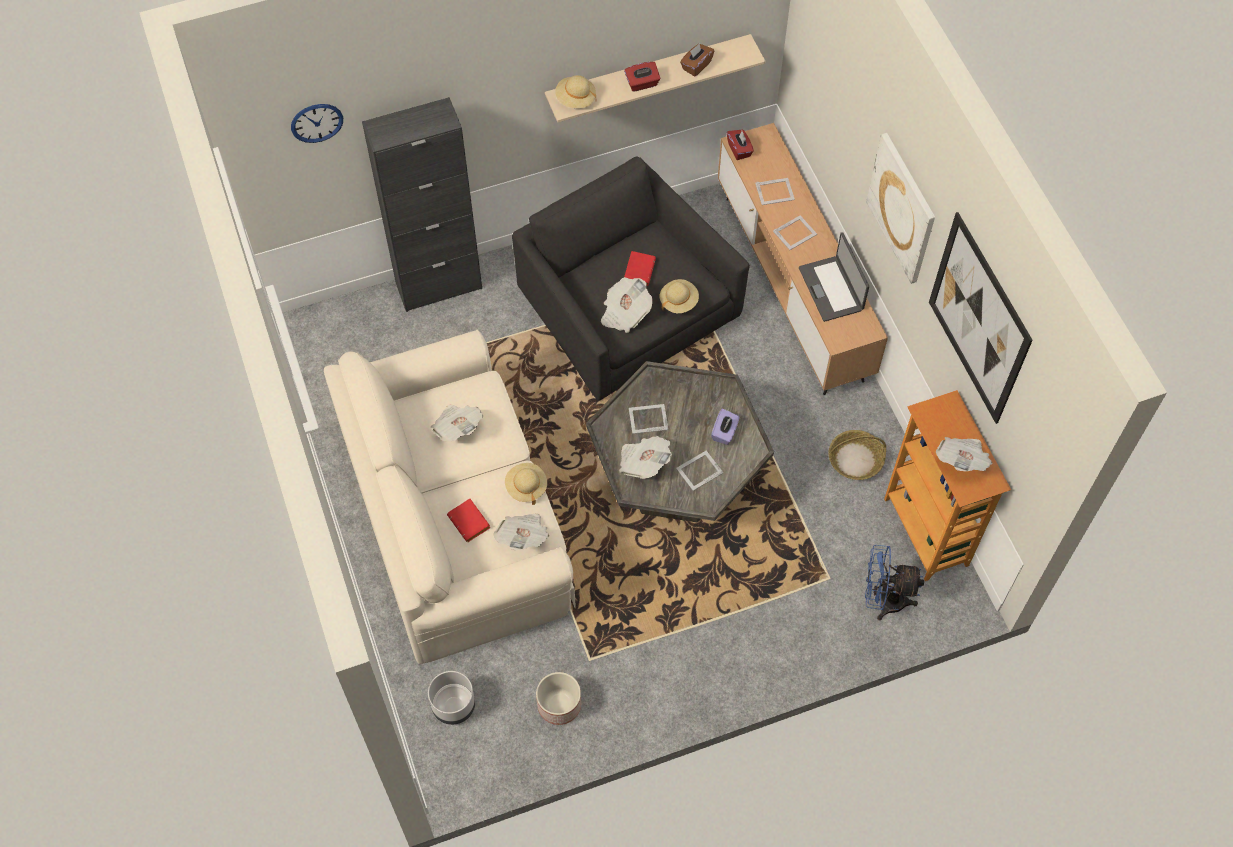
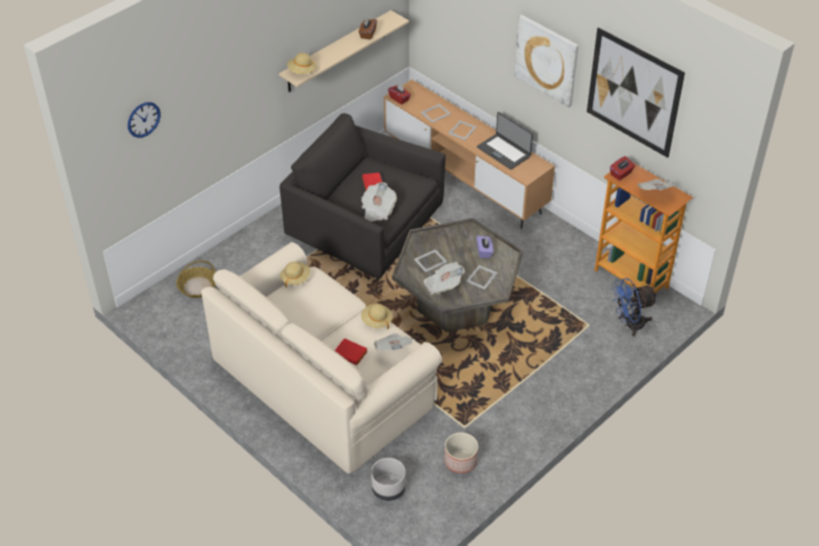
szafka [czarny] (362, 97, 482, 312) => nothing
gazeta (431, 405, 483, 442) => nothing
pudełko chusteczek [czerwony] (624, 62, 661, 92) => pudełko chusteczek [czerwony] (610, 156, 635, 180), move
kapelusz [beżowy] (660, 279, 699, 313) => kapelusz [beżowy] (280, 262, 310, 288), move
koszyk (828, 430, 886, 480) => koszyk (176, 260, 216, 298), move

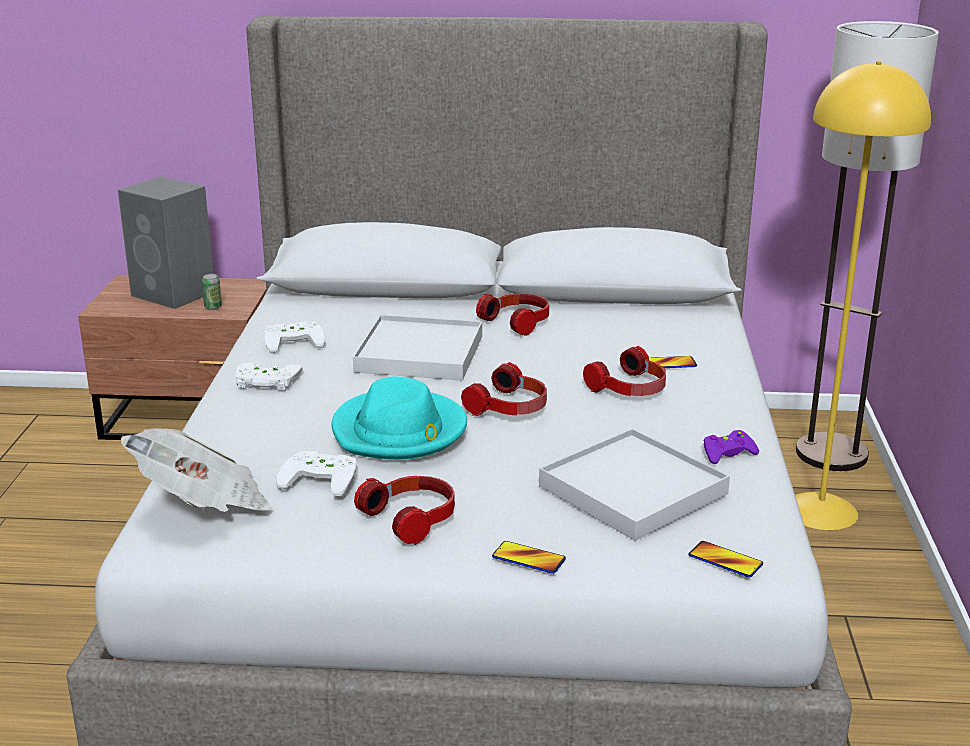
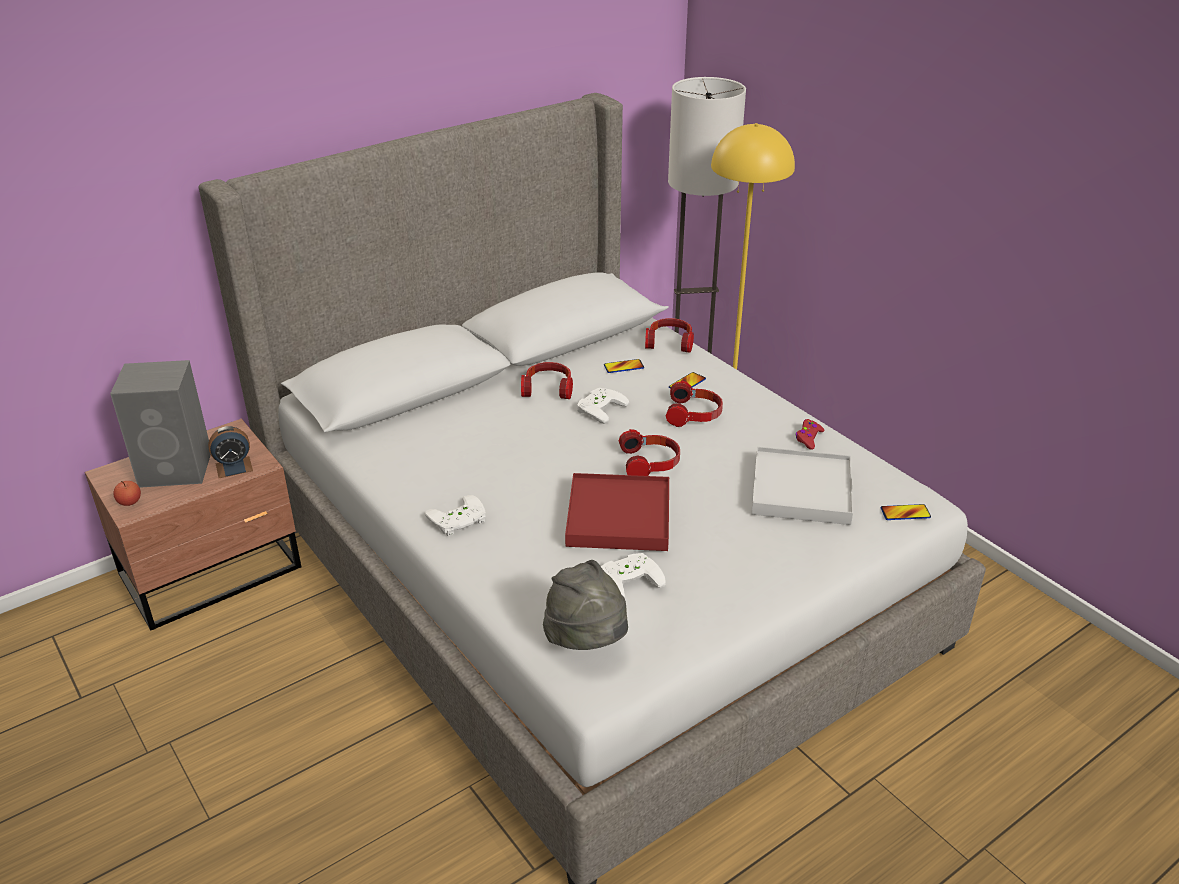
gazeta (121, 428, 272, 512) => kapelusz [szary] (543, 560, 628, 650)
puszka (202, 274, 222, 310) => budzik (208, 426, 253, 478)
pad do gier [biały] (264, 322, 325, 353) => pad do gier [biały] (577, 388, 629, 424), move
kapelusz [turkusowy] (331, 377, 467, 460) => taca [czerwony] (565, 473, 669, 551)
taca [biały] (353, 315, 482, 381) => nothing
słuchawki (354, 476, 455, 545) => słuchawki (645, 318, 694, 353), move
telefon (492, 541, 566, 574) => telefon (604, 359, 644, 373), move
pad do gier [fioletowy] (703, 430, 759, 464) => pad do gier [czerwony] (795, 419, 824, 450)
nothing => jabłko (113, 481, 141, 506)

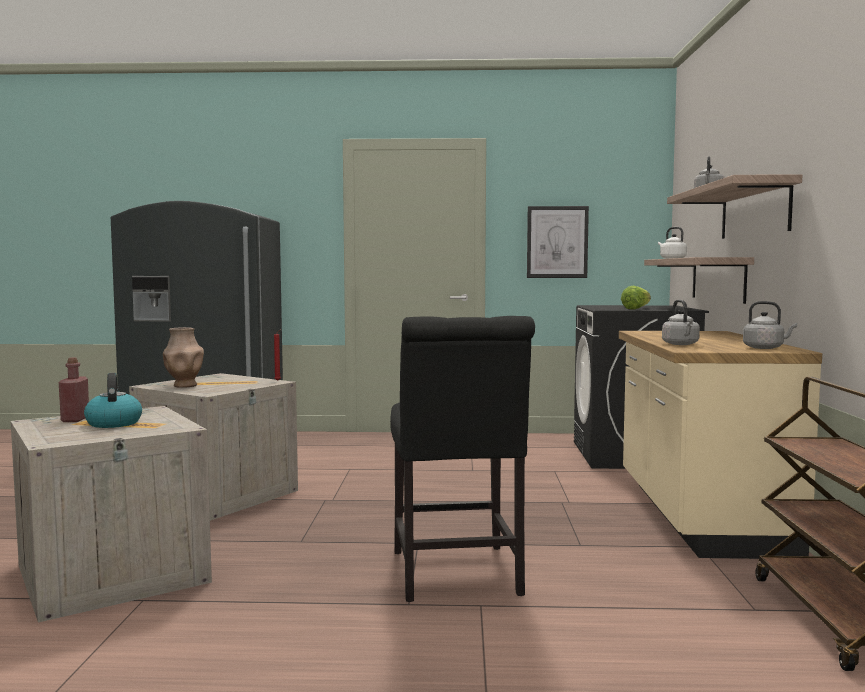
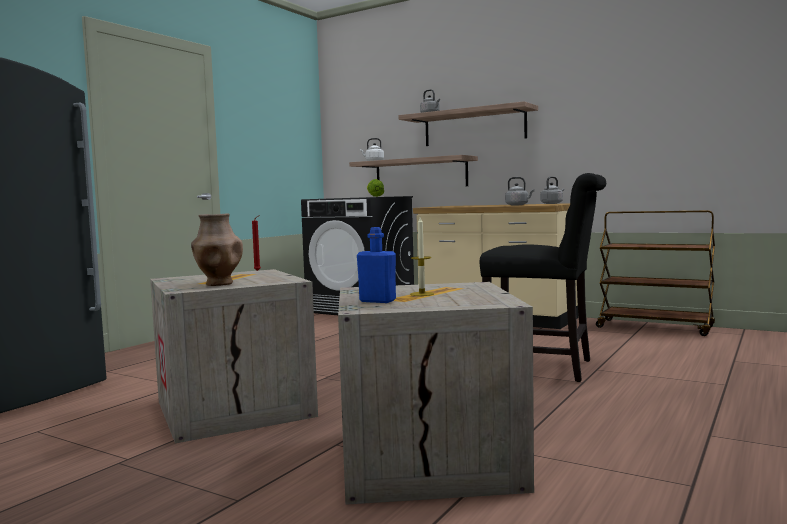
butelka [czerwony] (59, 358, 89, 422) => butelka [niebieski] (357, 227, 396, 303)
czajnik (84, 373, 142, 428) => świeca (410, 217, 434, 296)
obraz (527, 206, 589, 278) => nothing

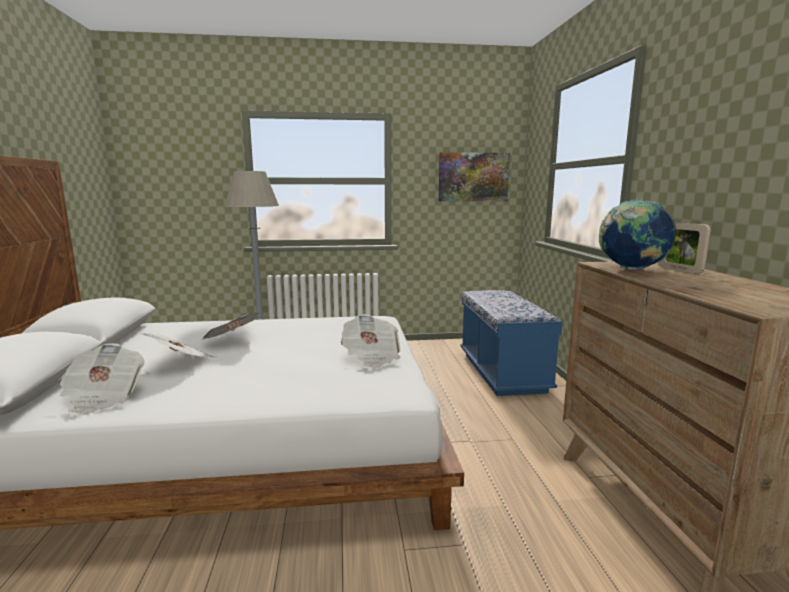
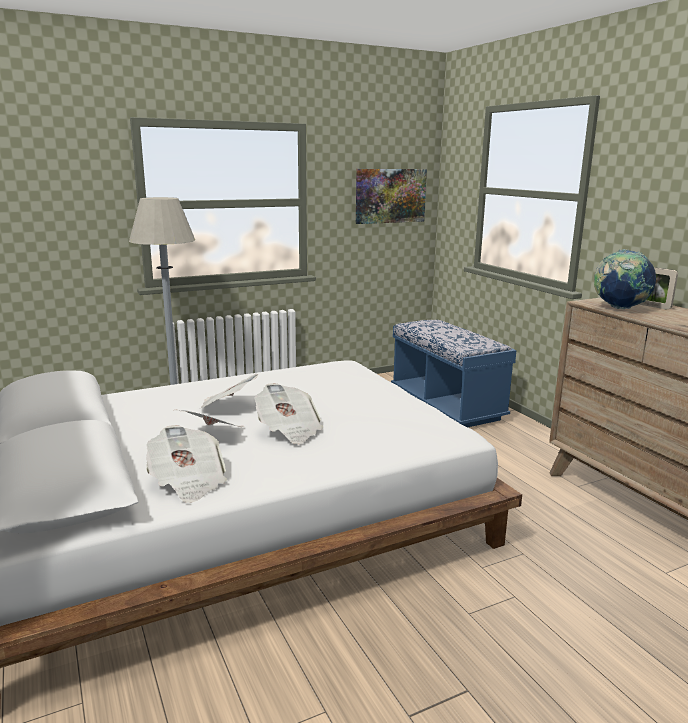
gazeta (340, 314, 400, 369) => gazeta (254, 383, 323, 444), move

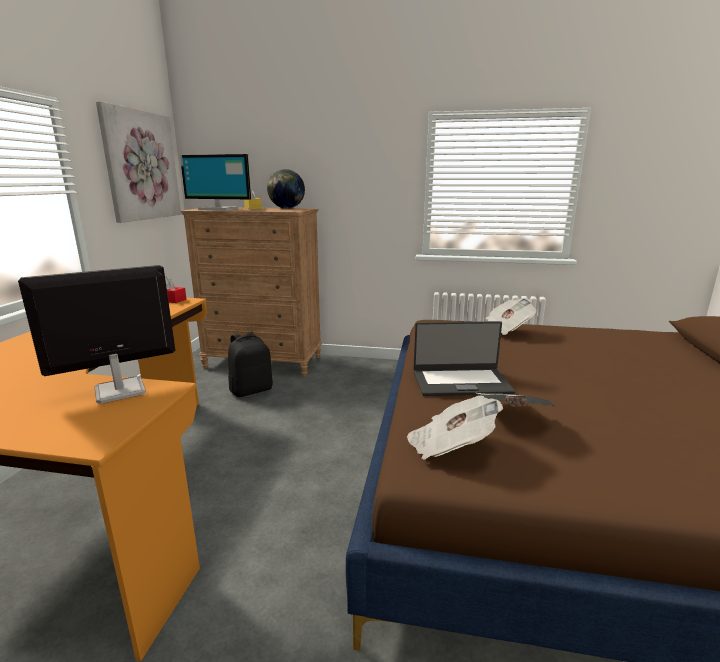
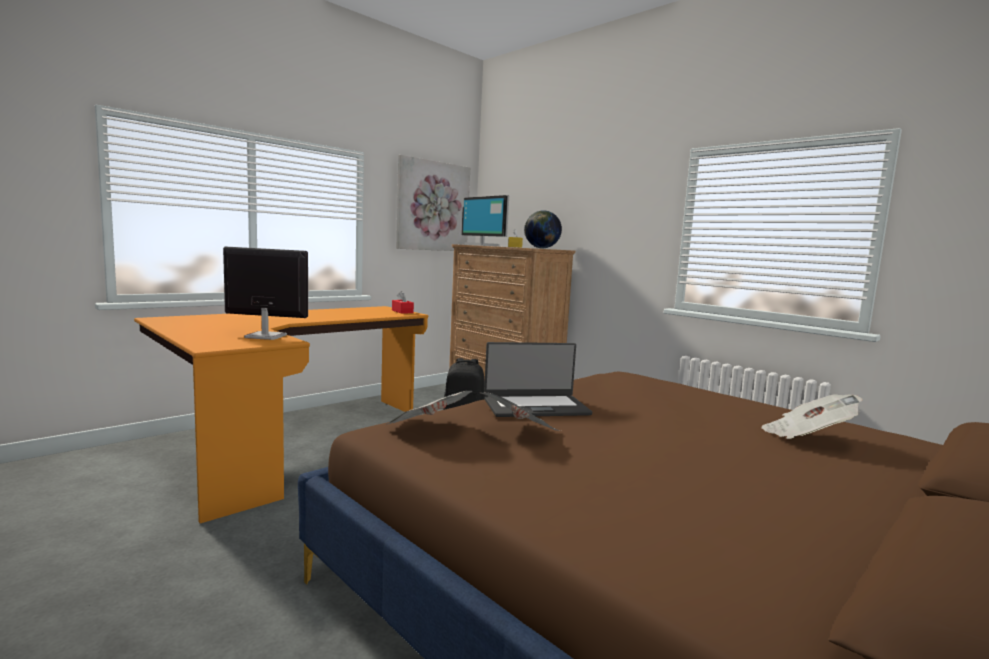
laptop (413, 321, 515, 396) => laptop (484, 342, 592, 417), 45 degrees counterclockwise
gazeta (485, 298, 536, 335) => gazeta (761, 394, 863, 439), move

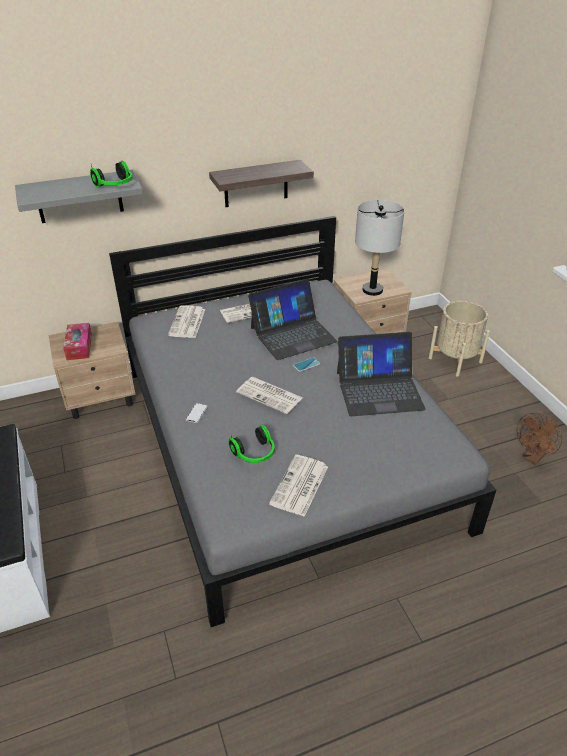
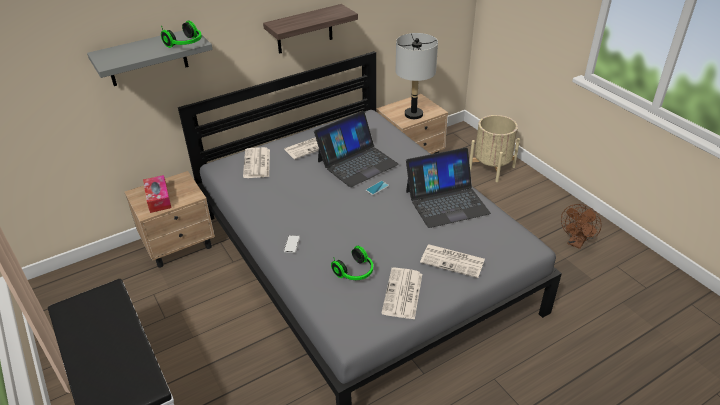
gazeta (236, 377, 303, 414) => gazeta (420, 244, 485, 278), move

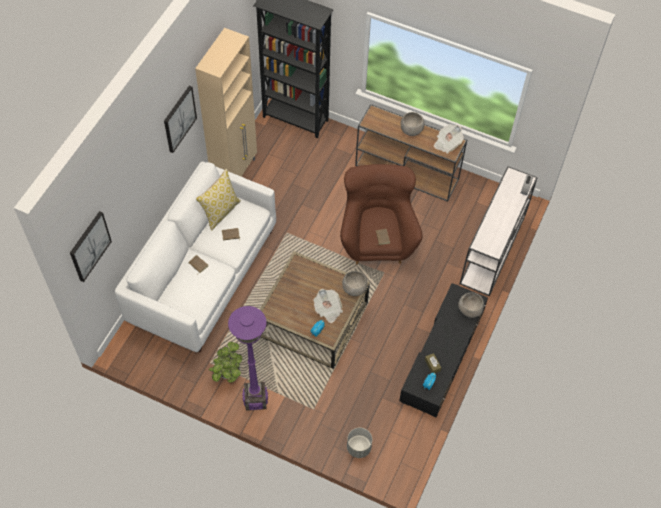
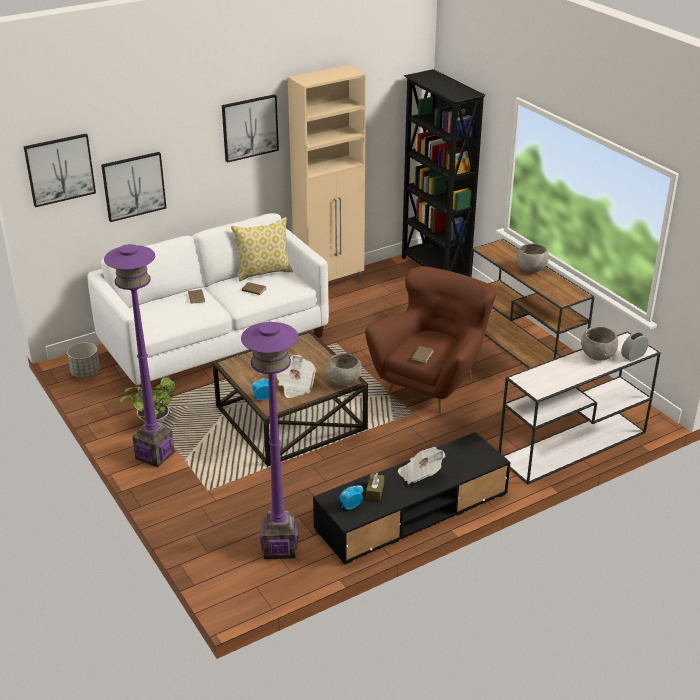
donica [szary] (347, 428, 372, 458) => donica [szary] (67, 342, 100, 378), move
gazeta (434, 124, 464, 154) => gazeta (398, 447, 445, 484), move
miska [szary] (458, 292, 484, 318) => miska [szary] (581, 327, 618, 361), move
nothing => obraz (101, 152, 166, 222)
nothing => lampa stojąca [fioletowy] (241, 322, 299, 559)

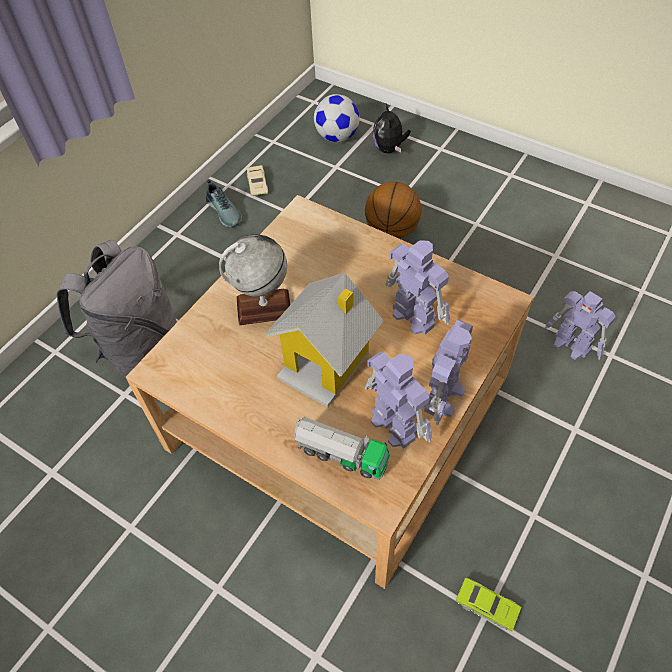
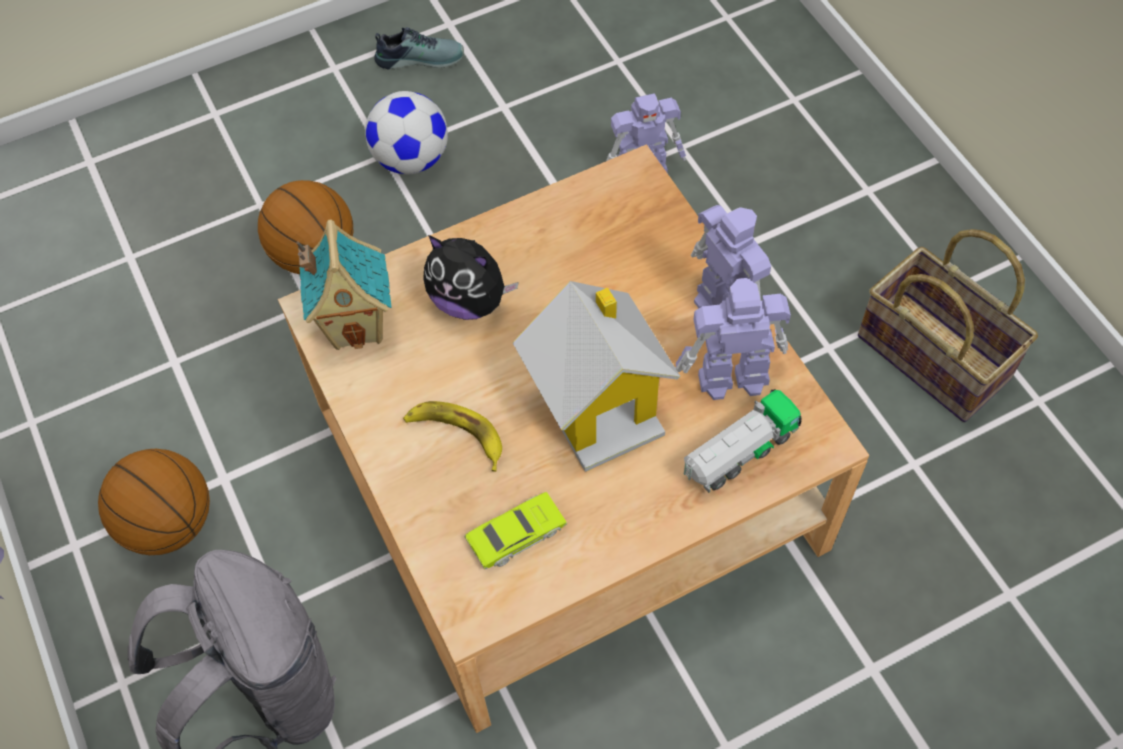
but (206, 180, 242, 227) => but (374, 27, 464, 70), move
globus (219, 234, 291, 325) => banan (403, 401, 502, 472)
samochodzik [beżowy] (246, 165, 268, 196) => nothing
piłka futbolowa (314, 94, 360, 142) => piłka futbolowa (365, 91, 448, 174), move
pluszak (373, 103, 411, 153) => pluszak (423, 235, 519, 320), move
robot zabawkowy (385, 241, 450, 334) => nothing
samochodzik [zielony] (455, 577, 521, 631) => samochodzik [zielony] (464, 492, 567, 569), move
nothing => piłka do koszykówki (98, 449, 210, 555)
nothing => domek (296, 219, 391, 350)
nothing => koszyk (858, 229, 1038, 422)

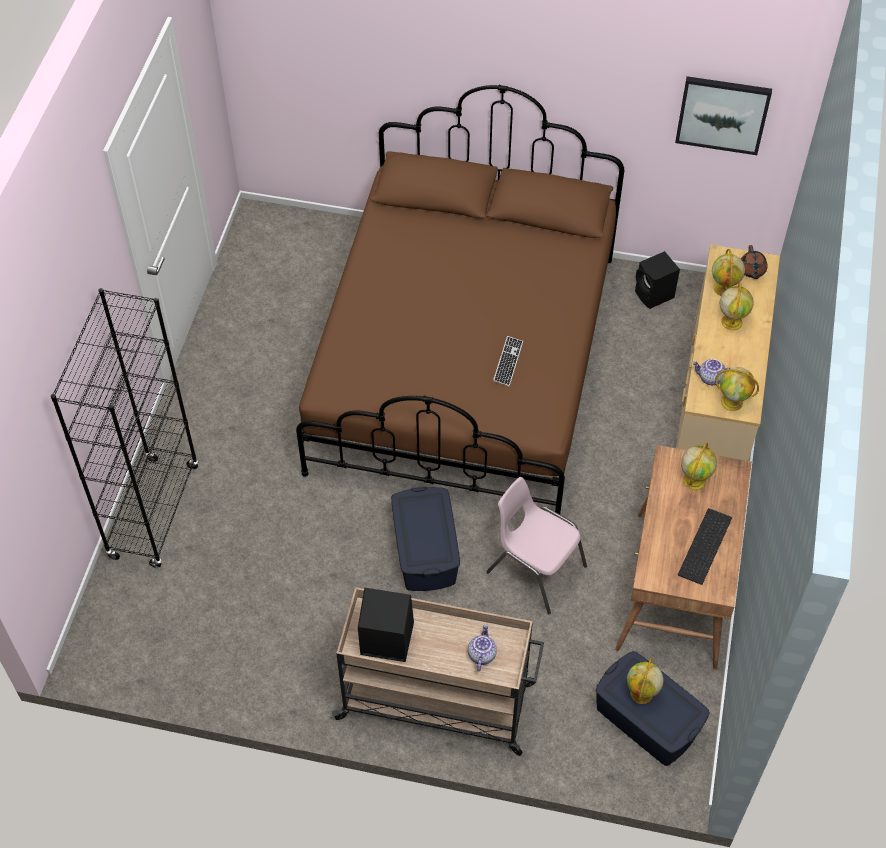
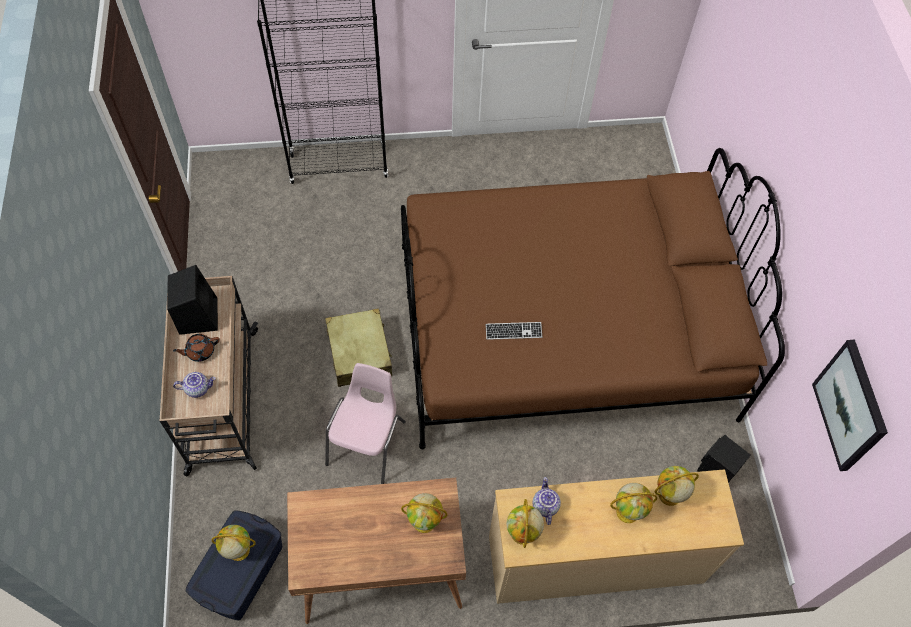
pojemnik do przechowywania [niebieski] (391, 487, 460, 591) => walizka [beżowy] (325, 308, 392, 387)
klawiatura (678, 508, 732, 585) => nothing
imbryk [brązowy] (741, 245, 768, 279) => imbryk [brązowy] (173, 334, 220, 362), move

